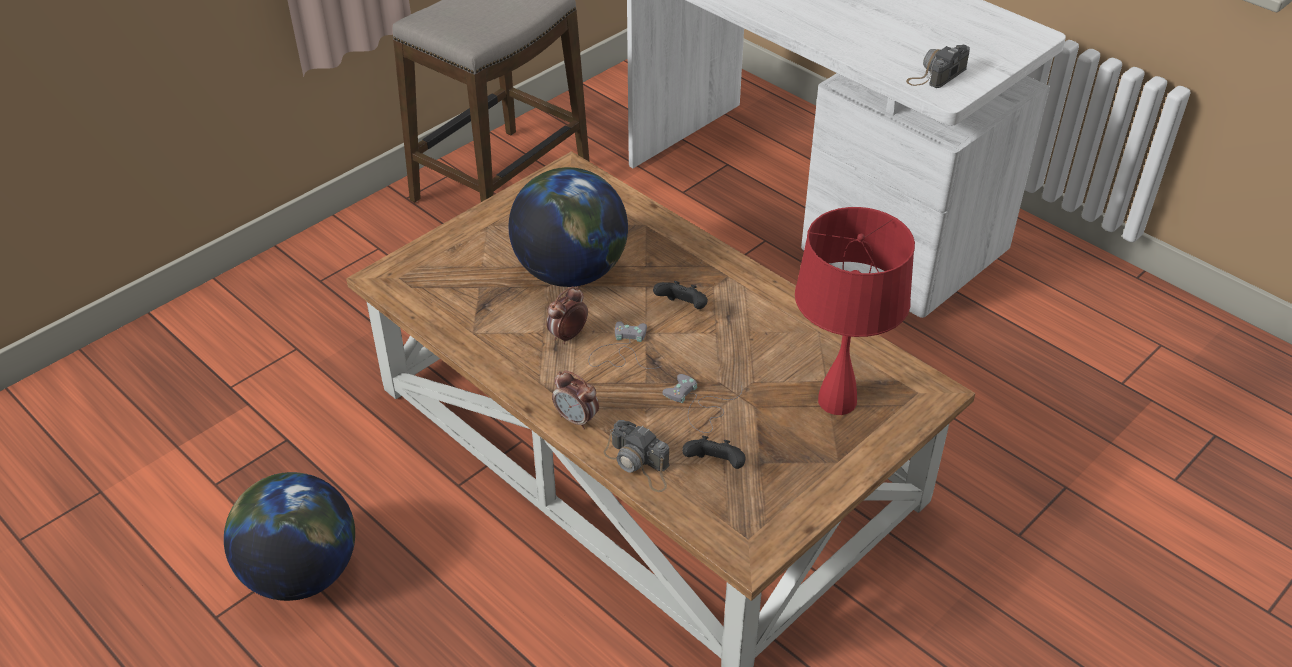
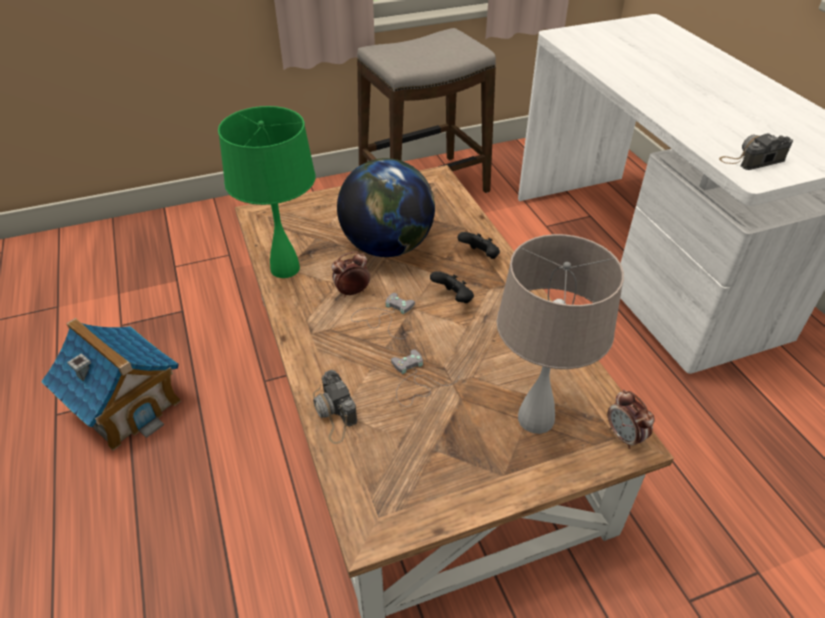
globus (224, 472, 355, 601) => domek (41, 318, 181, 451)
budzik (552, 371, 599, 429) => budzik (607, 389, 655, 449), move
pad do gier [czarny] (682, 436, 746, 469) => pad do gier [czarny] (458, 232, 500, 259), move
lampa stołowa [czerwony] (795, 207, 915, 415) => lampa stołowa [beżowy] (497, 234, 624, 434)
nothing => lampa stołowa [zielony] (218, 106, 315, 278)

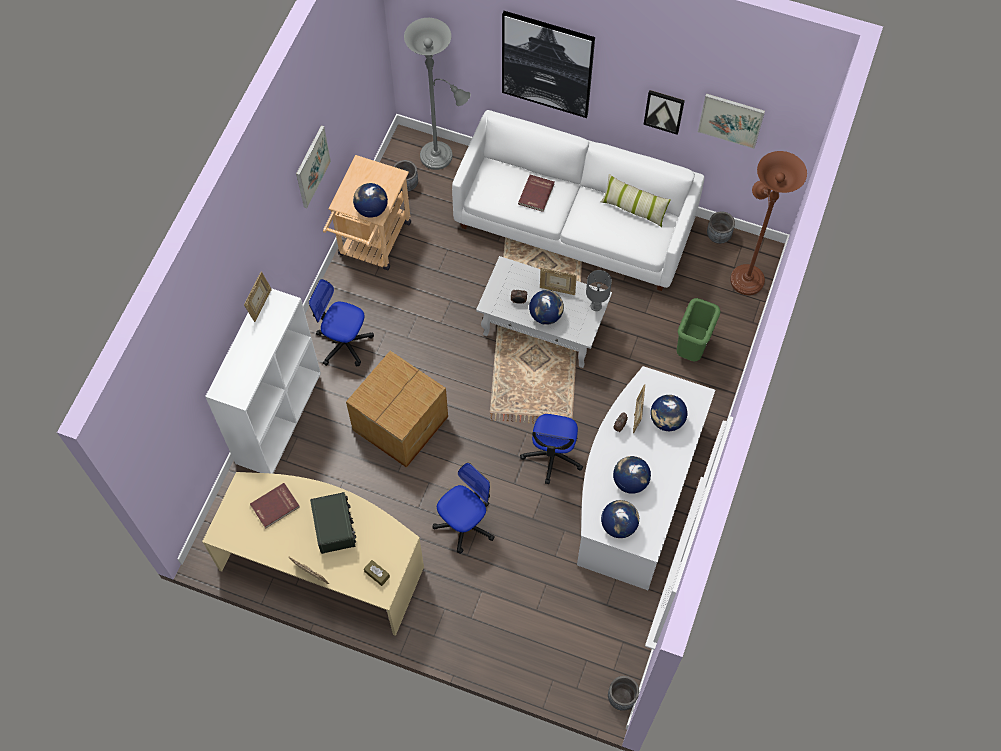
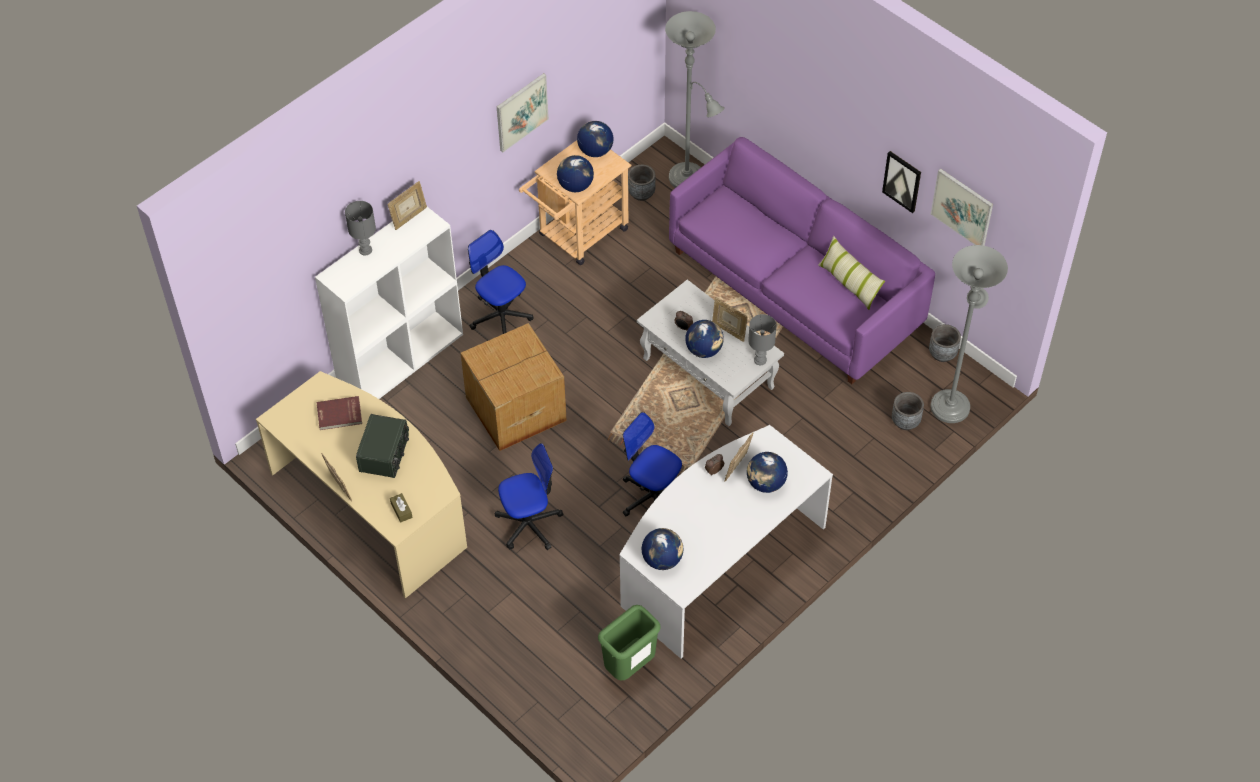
kanapa [biały] (452, 110, 705, 291) => kanapa [fioletowy] (669, 137, 935, 384)
obraz (502, 11, 595, 118) => nothing
książka [czerwony] (518, 174, 555, 212) => nothing
krzesło biurowe (520, 414, 583, 484) => krzesło biurowe (623, 412, 682, 516), 90 degrees clockwise
donica [szary] (608, 676, 639, 711) => donica [szary] (892, 392, 924, 430), move
globus (613, 456, 651, 494) => globus (577, 121, 613, 157), move
kosz na śmieci [zielony] (677, 298, 721, 361) => kosz na śmieci [zielony] (598, 605, 661, 681), move
lampa stojąca [brązowy] (730, 151, 807, 295) => lampa stojąca [szary] (931, 245, 1008, 423)
nothing => lampa stołowa [szary] (345, 201, 376, 255)

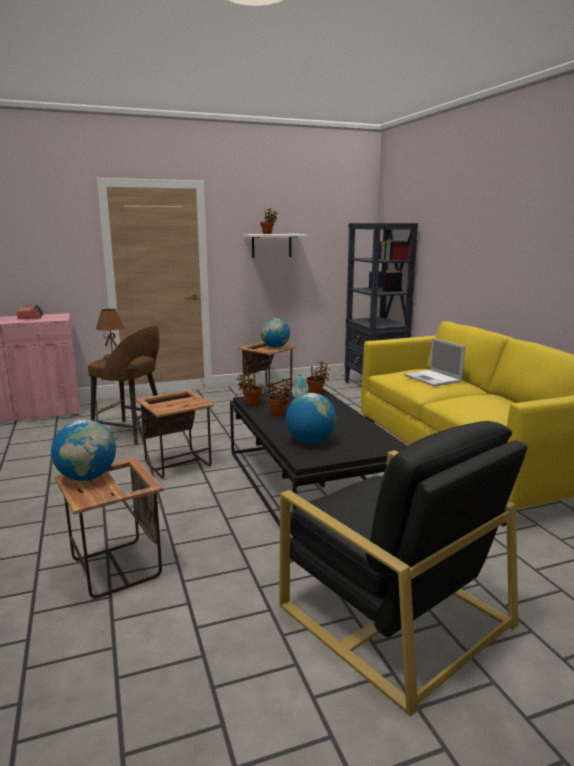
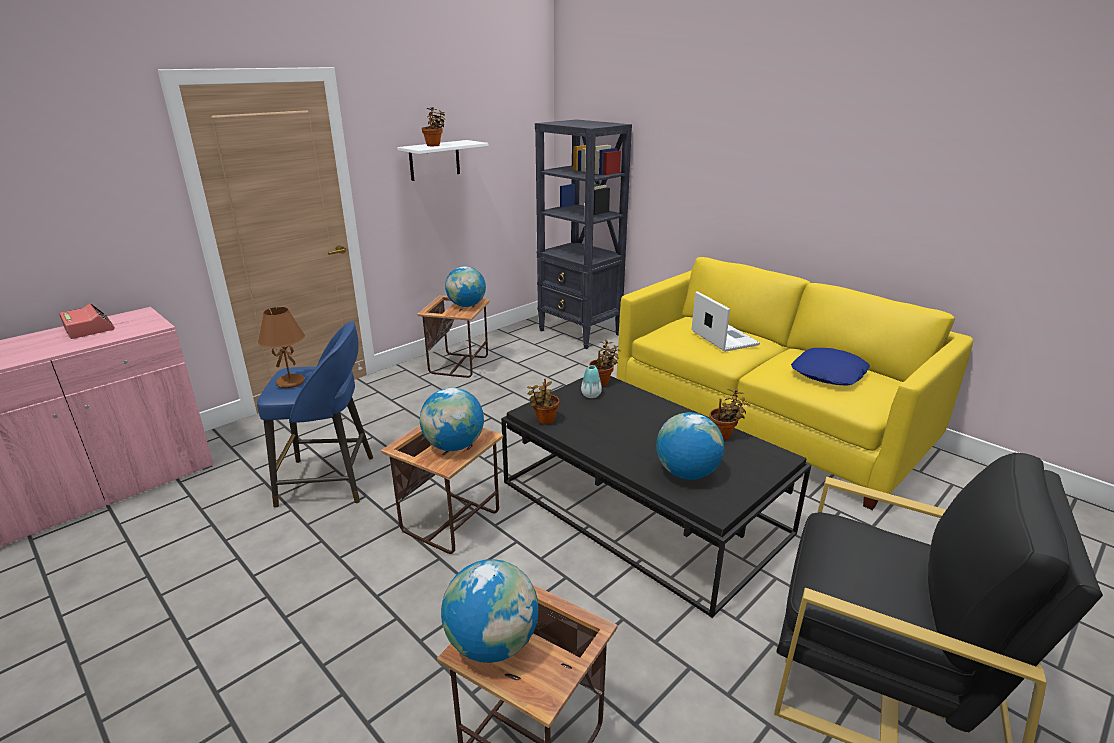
stołek [brązowy] (88, 325, 159, 446) => stołek [niebieski] (257, 321, 373, 508)
roślina doniczkowa (268, 378, 292, 416) => roślina doniczkowa (709, 388, 750, 440), move
laptop (404, 338, 465, 387) => laptop (692, 291, 760, 352), 150 degrees counterclockwise
nothing => globus (420, 388, 484, 451)
nothing => poduszka [niebieski] (791, 348, 870, 386)

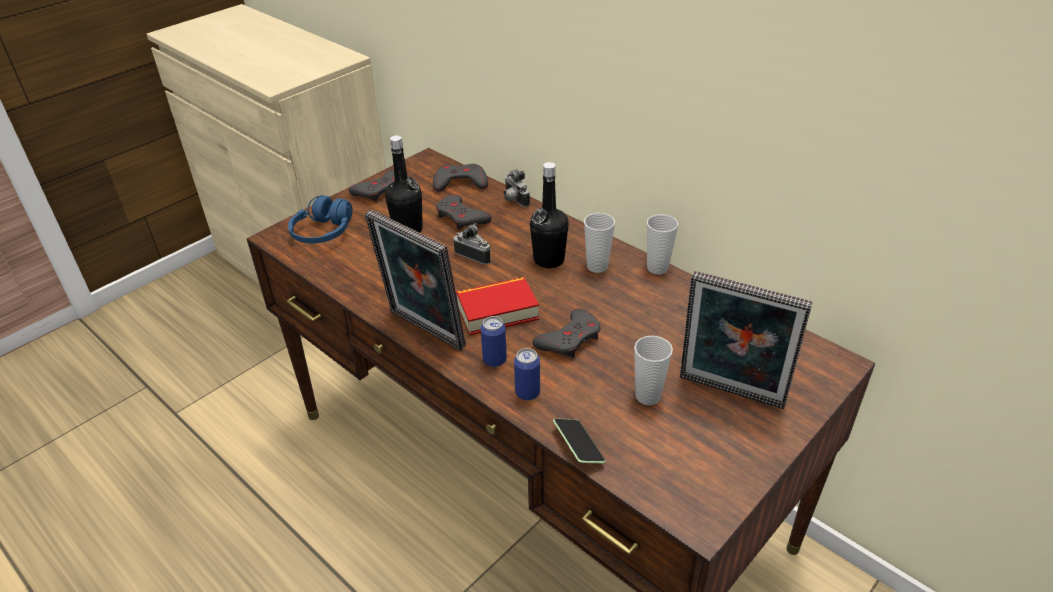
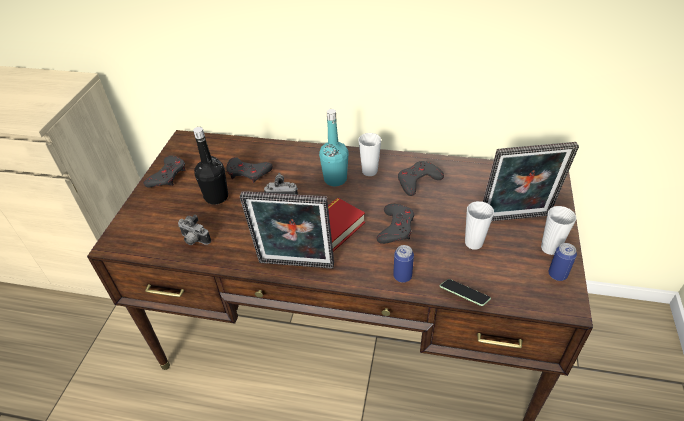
słuchawki [niebieski] (288, 195, 353, 243) => nothing
pad do gier [szary] (433, 164, 488, 191) => pad do gier [szary] (398, 161, 444, 196), move
puszka (481, 316, 507, 367) => puszka (549, 243, 577, 281), move
aparat fotograficzny (504, 169, 530, 207) => aparat fotograficzny (178, 215, 211, 245), move
butelka [czarny] (530, 162, 569, 268) => butelka [turkusowy] (319, 109, 348, 186)
filiżanka (647, 214, 678, 274) => filiżanka (541, 206, 576, 255), move

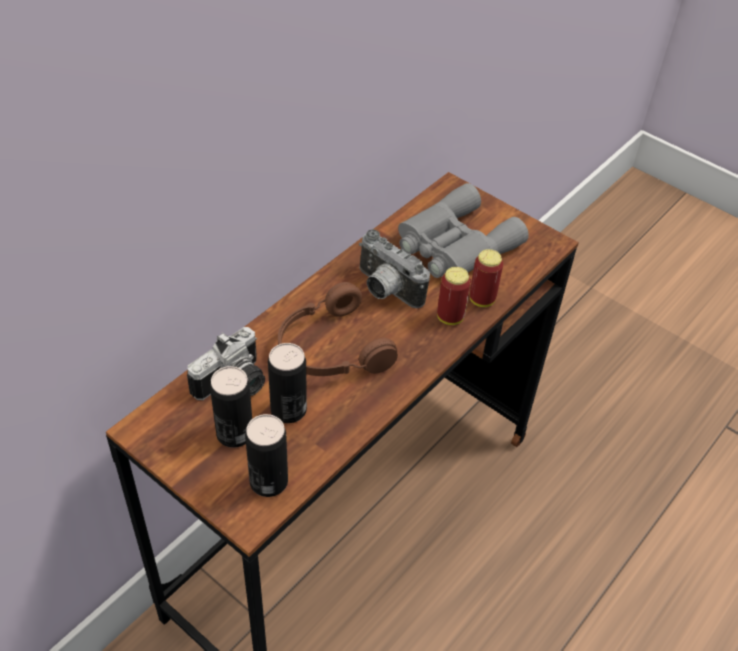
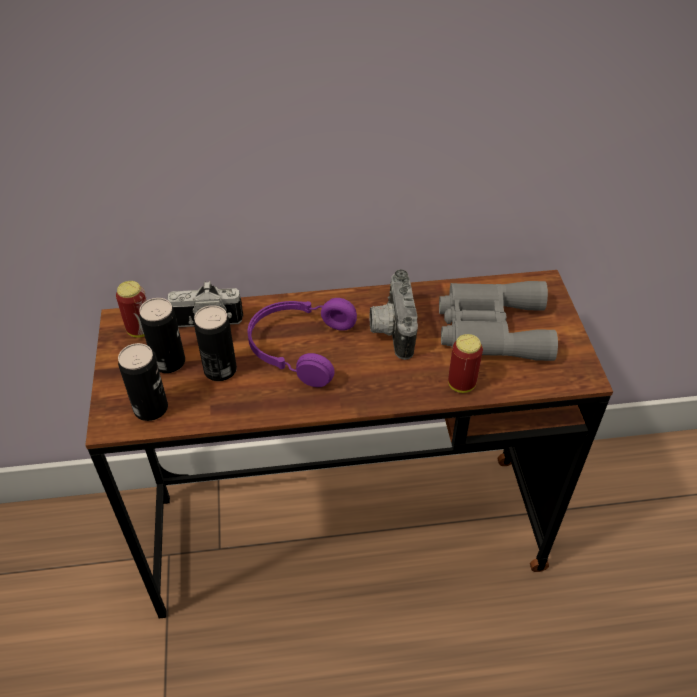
słuchawki [brązowy] (278, 282, 398, 376) => słuchawki [fioletowy] (247, 298, 357, 387)
puszka (437, 267, 471, 325) => puszka (116, 281, 147, 338), move

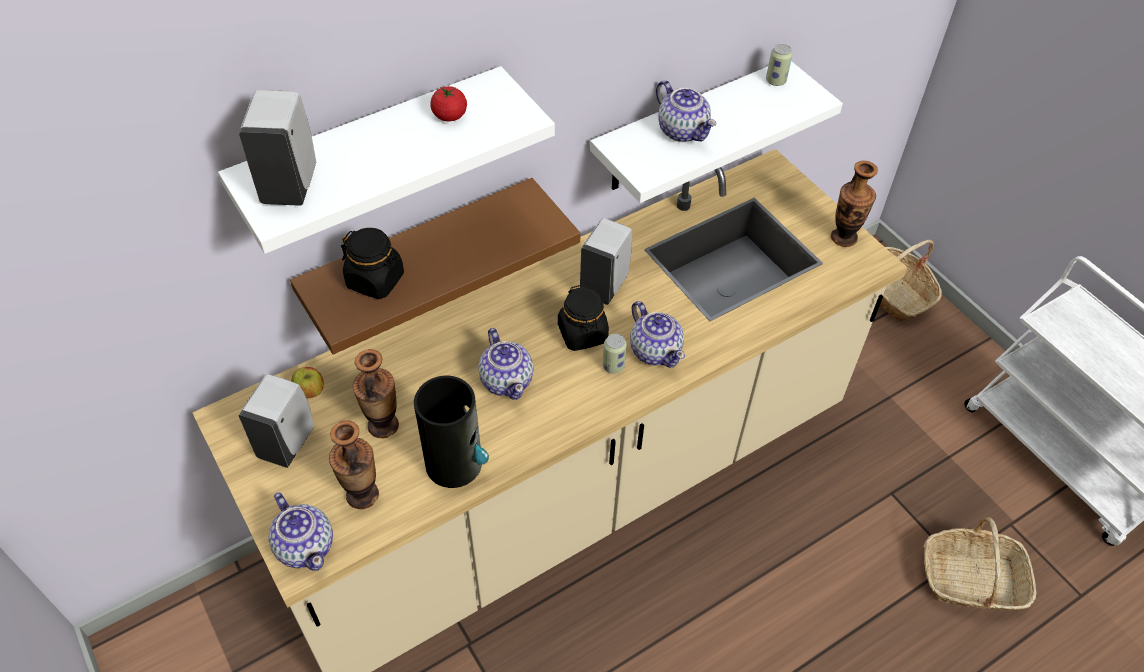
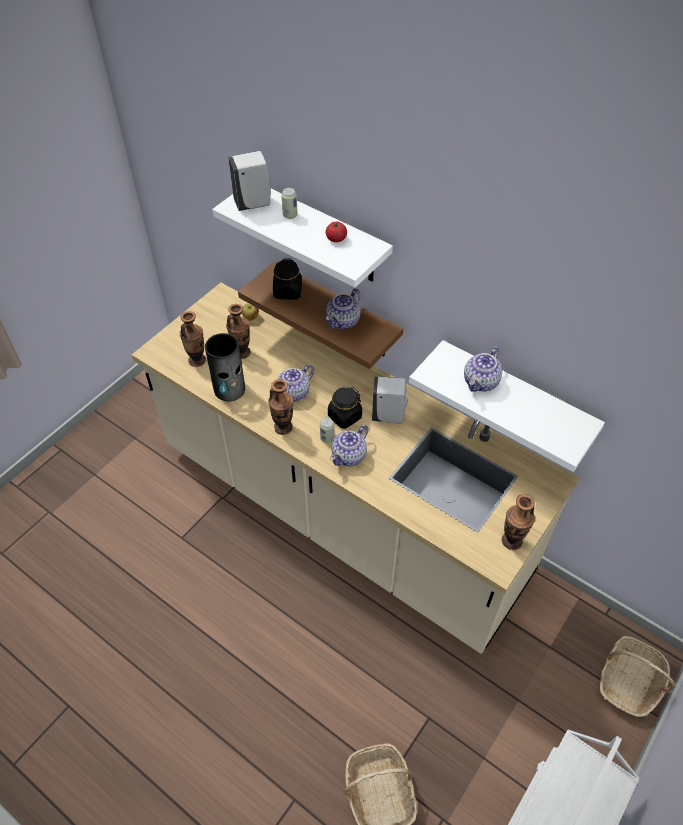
dozownik mydła [biały] (239, 374, 314, 468) => nothing
imbryk (268, 492, 333, 571) => imbryk (326, 288, 361, 329), move
puszka (766, 44, 793, 86) => puszka (281, 188, 298, 219), move
nothing => wazon (268, 379, 293, 435)

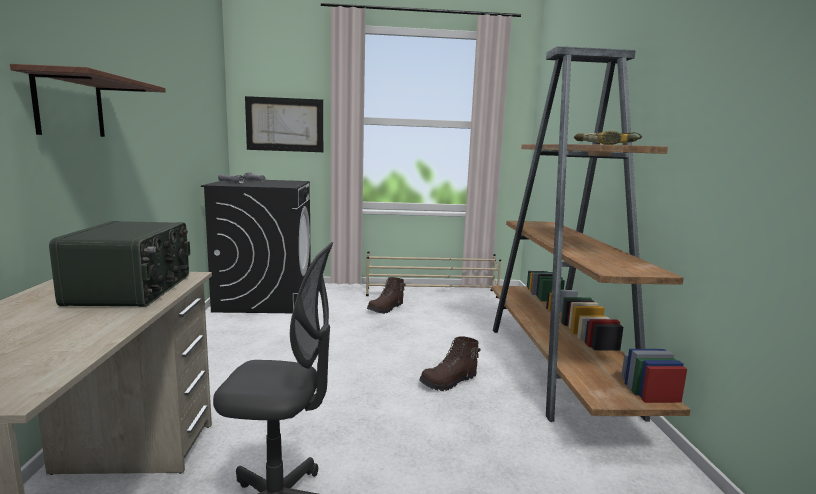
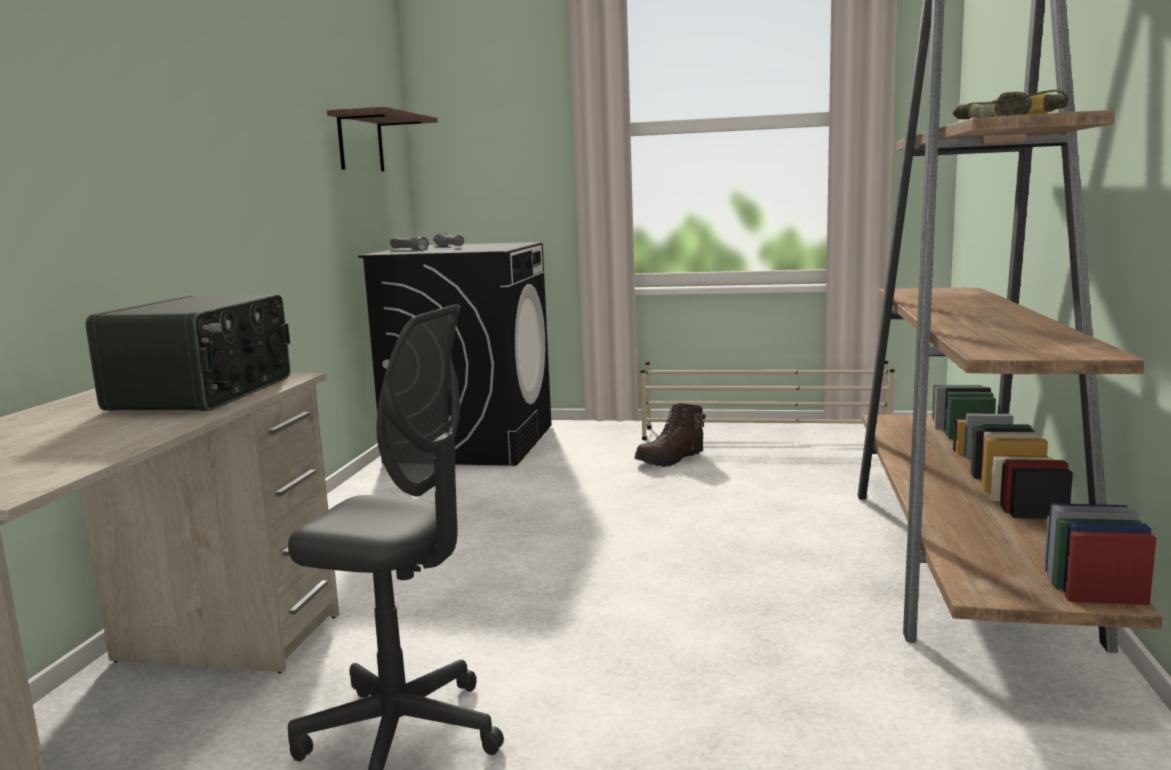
półka (10, 64, 166, 137) => półka (327, 107, 438, 171), move
obraz (245, 96, 323, 152) => nothing
but z cholewką [brązowy] (419, 336, 480, 391) => nothing

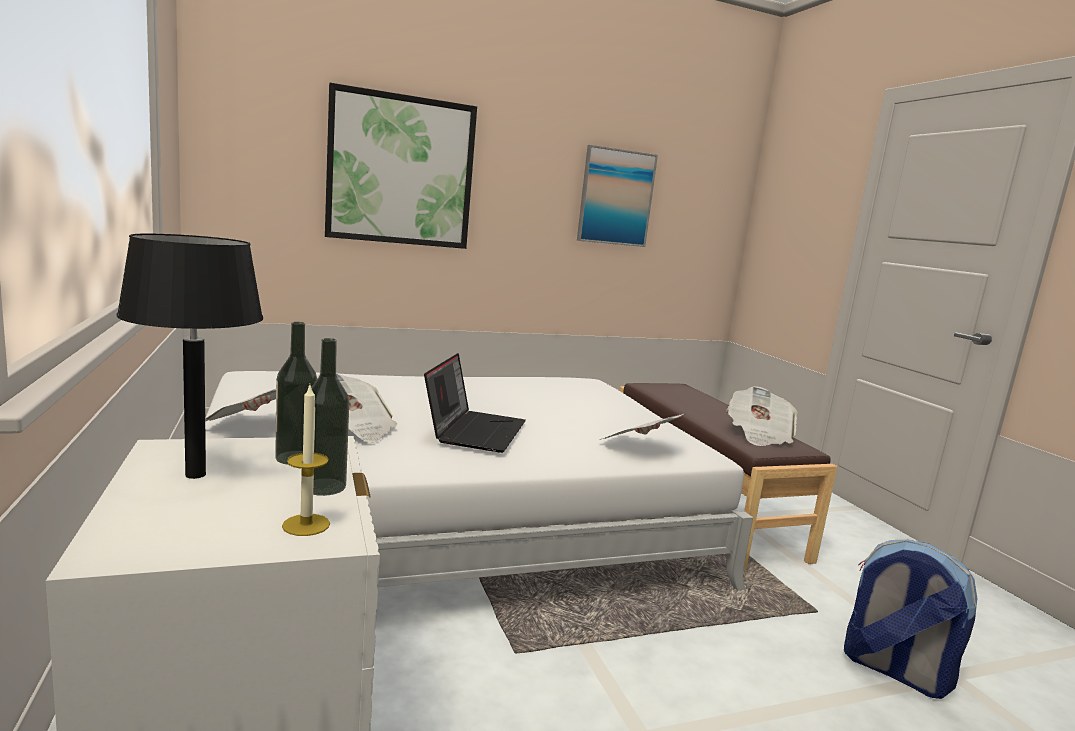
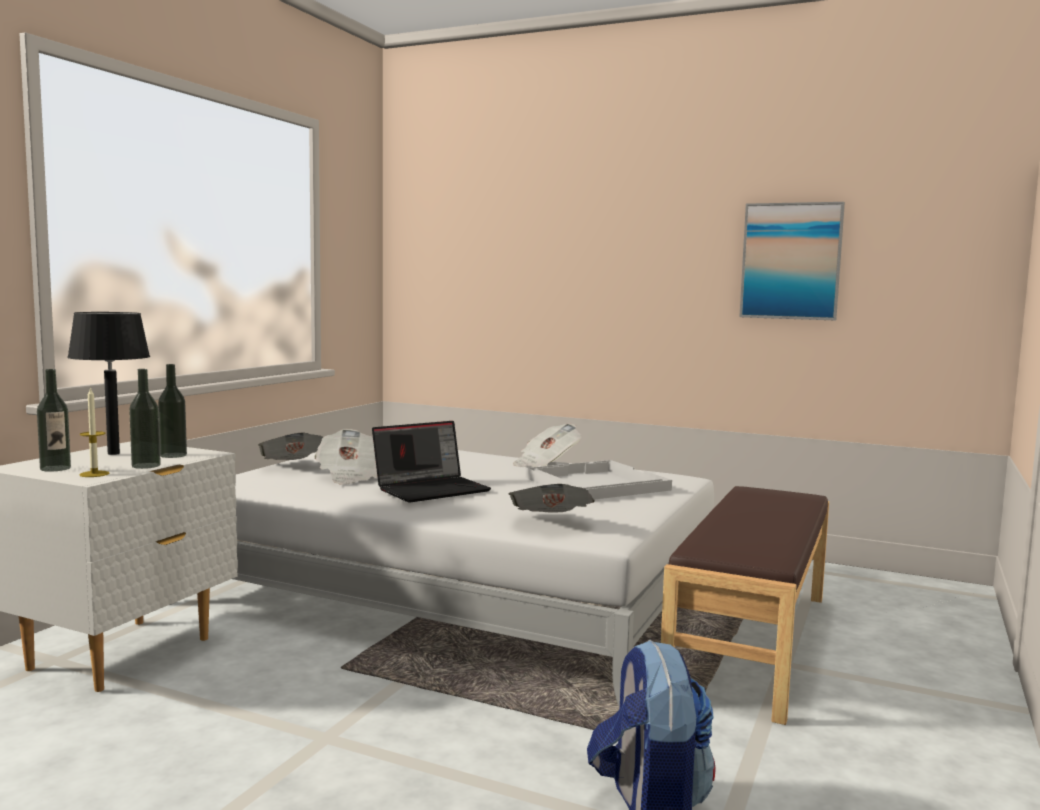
obraz (325, 83, 477, 249) => nothing
gazeta (726, 386, 797, 446) => gazeta (513, 423, 582, 467), move
nothing => butelka (37, 369, 71, 472)
nothing => taca [biały] (526, 460, 672, 500)

